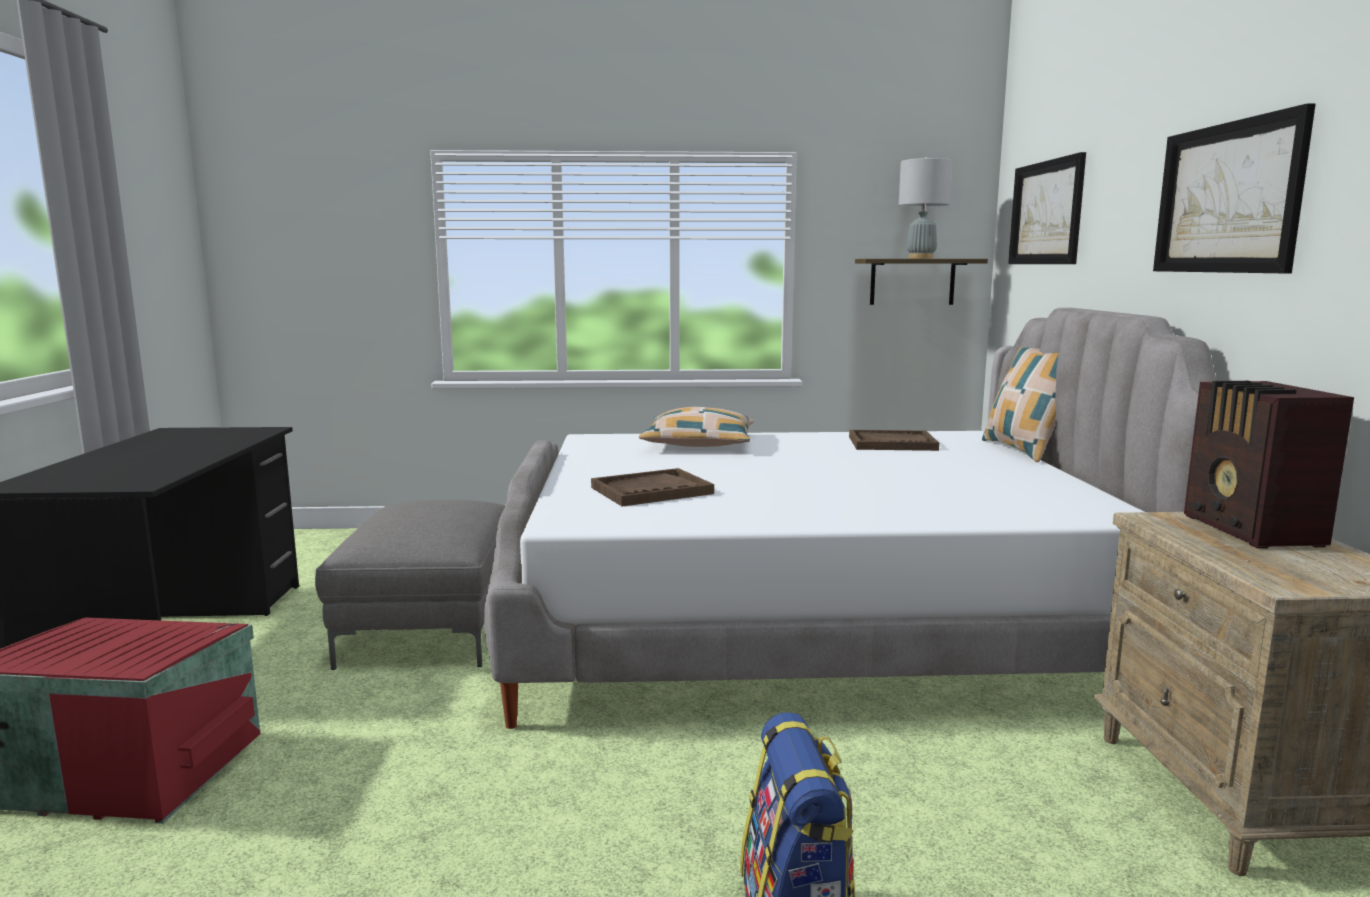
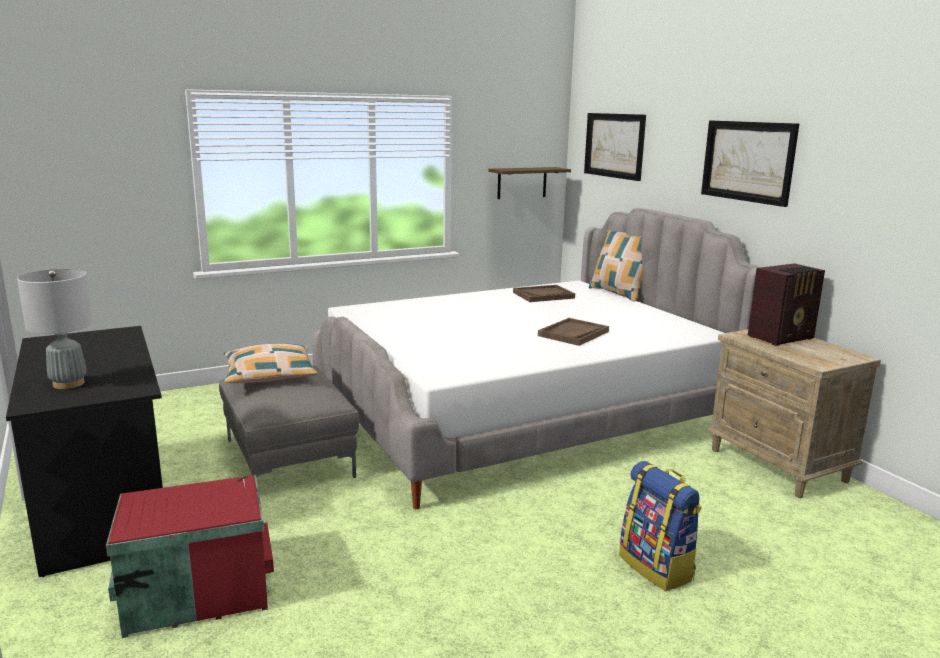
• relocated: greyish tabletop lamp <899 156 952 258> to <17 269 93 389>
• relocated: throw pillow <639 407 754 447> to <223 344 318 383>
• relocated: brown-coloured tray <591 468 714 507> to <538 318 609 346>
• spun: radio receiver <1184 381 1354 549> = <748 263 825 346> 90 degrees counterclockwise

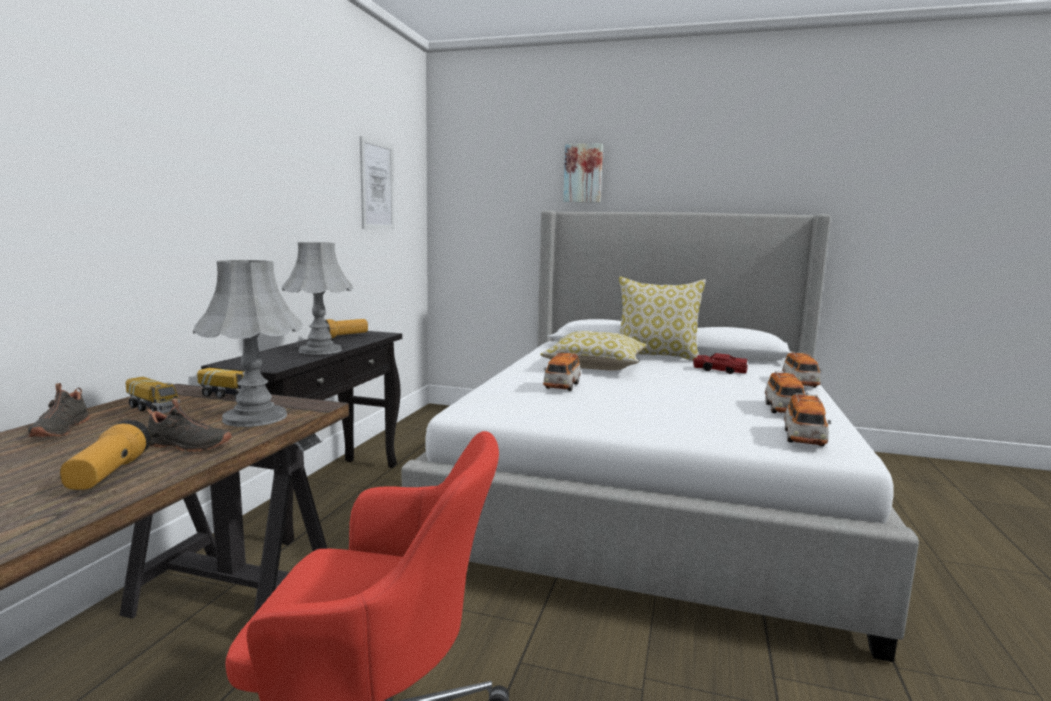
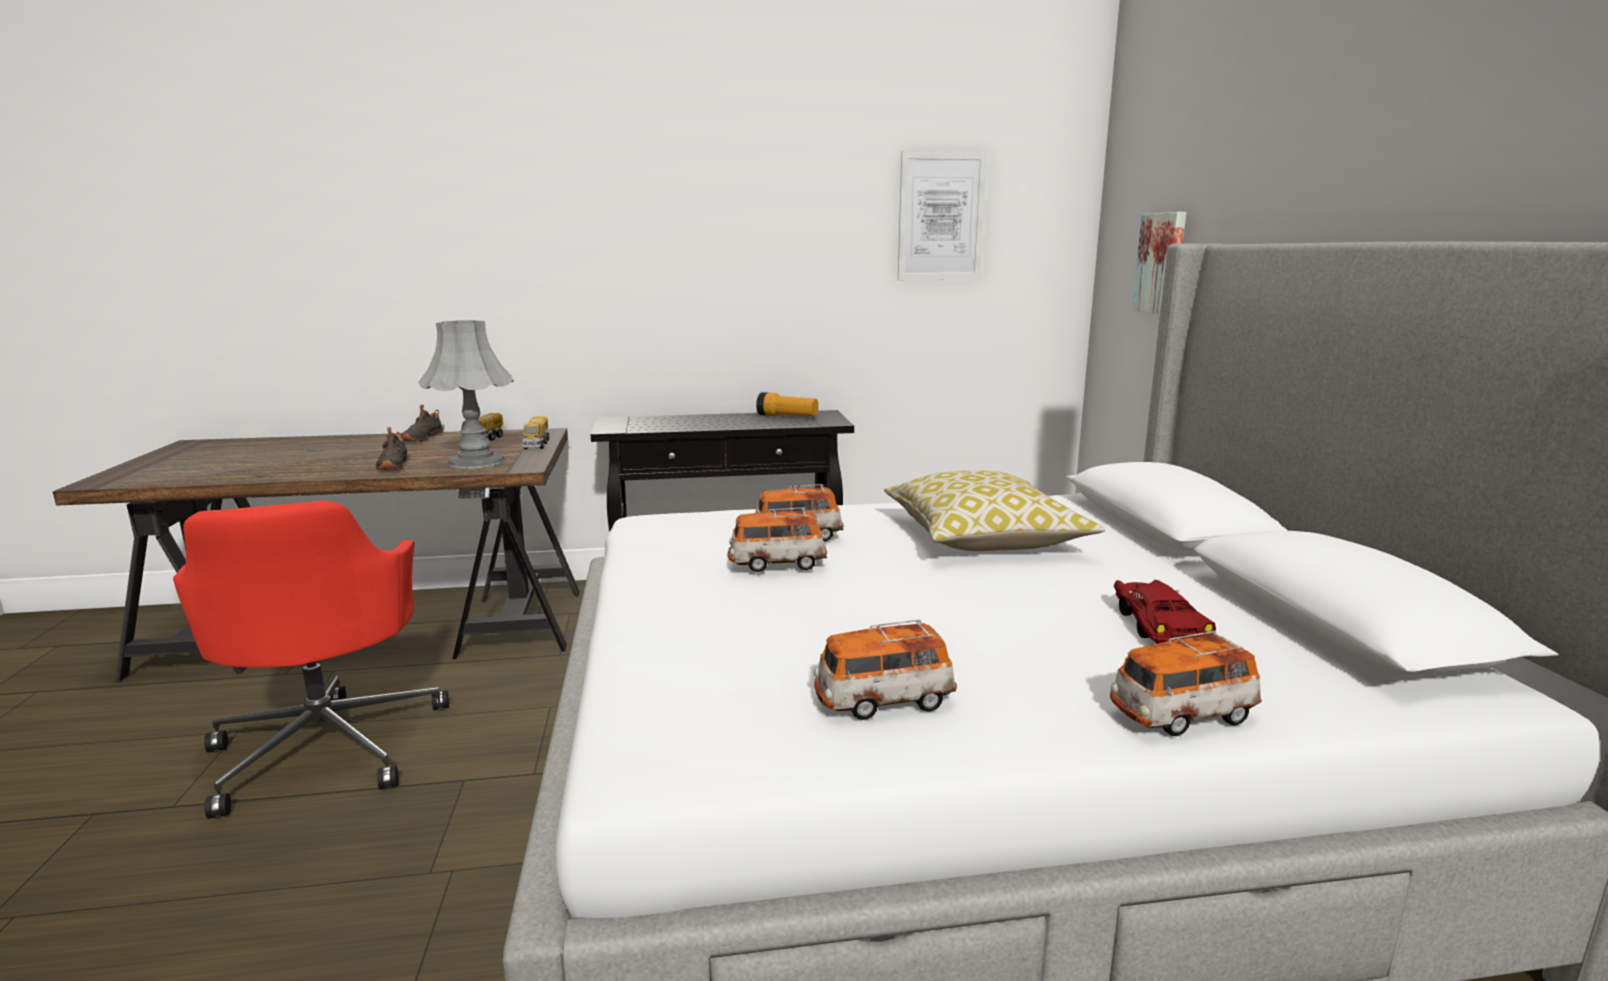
• spun: blackish low shoe <28 383 90 437> = <401 405 444 442> 45 degrees counterclockwise
• relocated: miniature car <784 392 831 446> to <728 507 827 572>
• relocated: picture <563 143 603 202> to <1132 212 1187 314>
• missing: hand torch <60 420 151 490>
• missing: greyish tabletop lamp <282 242 353 355>
• missing: throw pillow <619 277 706 361>

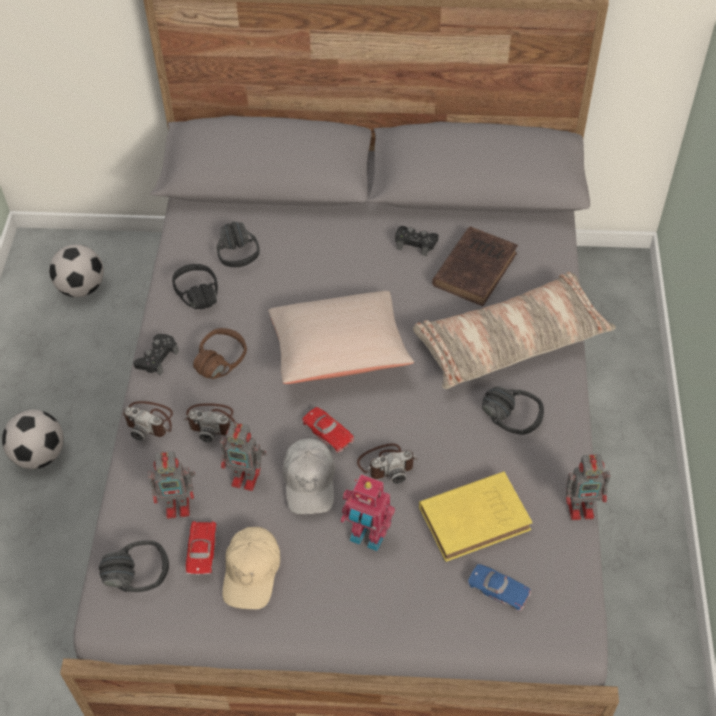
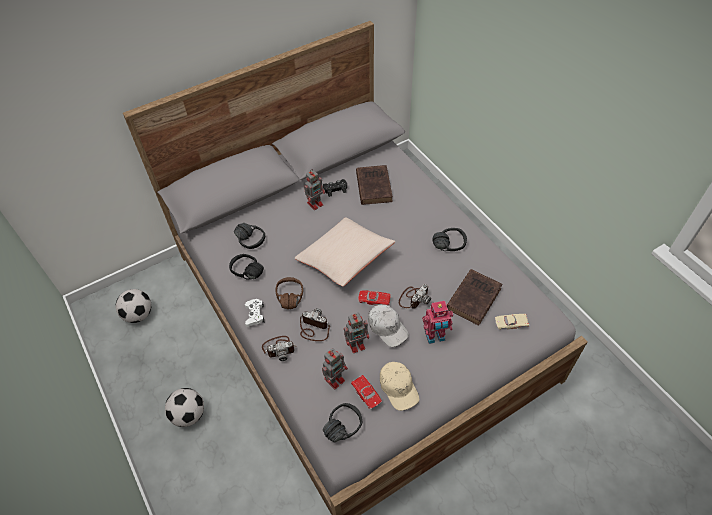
• colour: blackish gamepad <133 334 179 375> to white gamepad <245 299 264 327>
• spun: still camera <184 403 236 442> = <300 308 330 341> 135 degrees counterclockwise
• relocated: toy robot <566 454 610 520> to <304 169 325 210>
• colour: yellow-coloured bound book <419 471 532 562> to brown-coloured bound book <447 269 502 326>
• colour: blue miniature car <468 564 531 611> to beige miniature car <495 314 529 330>
• missing: throw pillow <413 272 616 389>

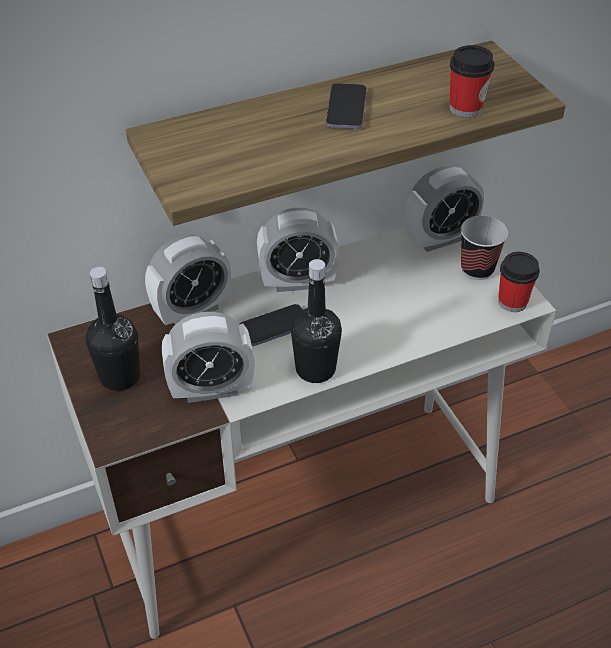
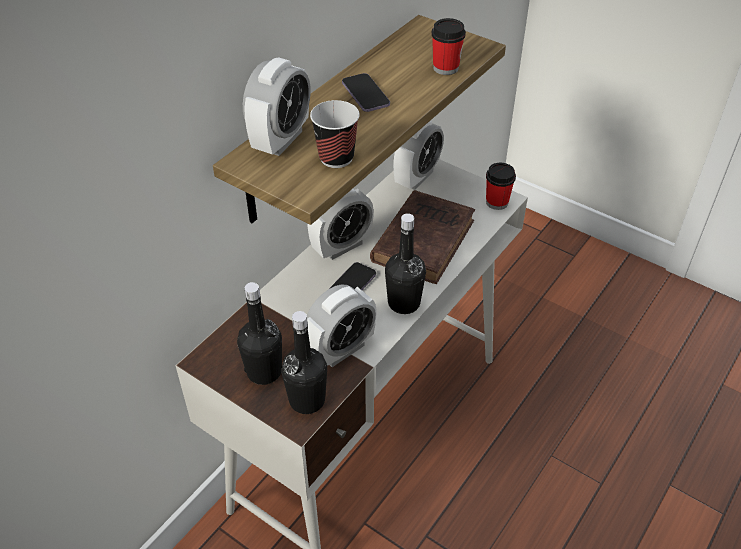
• relocated: table clock <145 235 231 325> to <243 57 311 156>
• appeared: blackish drink bottle <281 311 327 414>
• relocated: drinking cup <461 216 508 280> to <310 100 360 168>
• appeared: brown-coloured bound book <370 190 475 284>

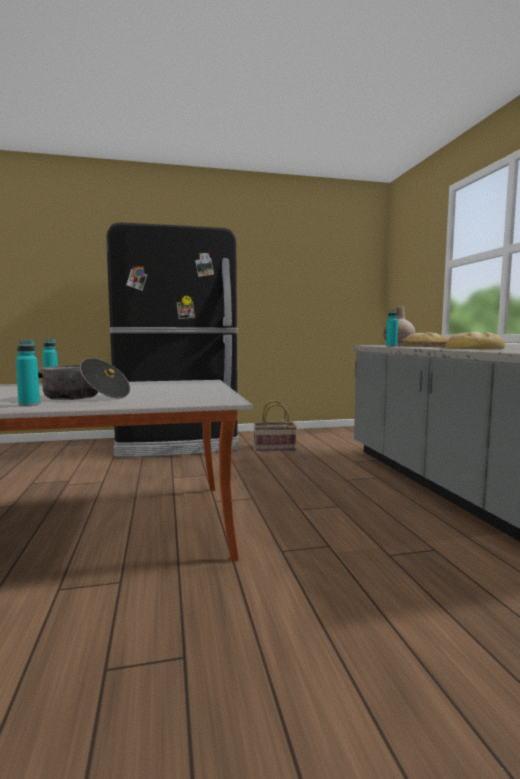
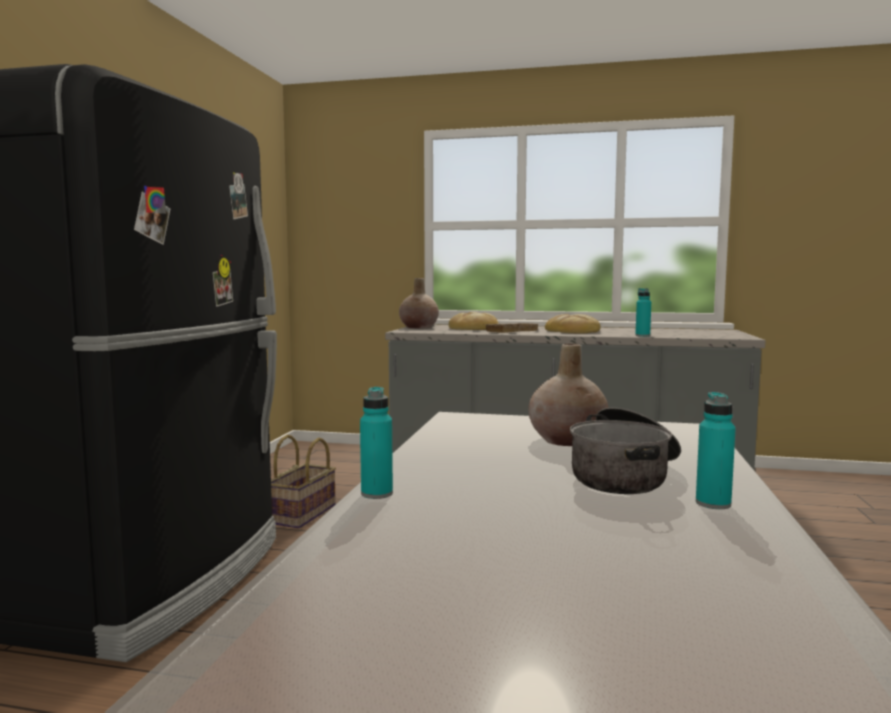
• appeared: beige flower vase <528 344 608 446>
• relocated: blue-green drink bottle <386 310 398 347> to <635 288 651 337>

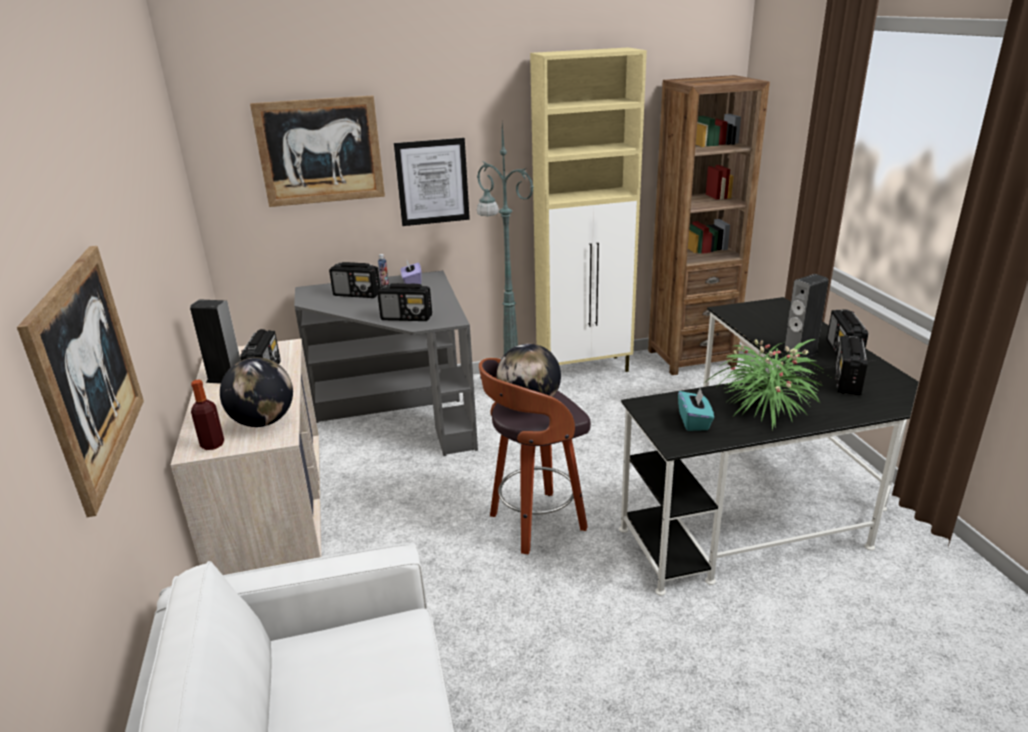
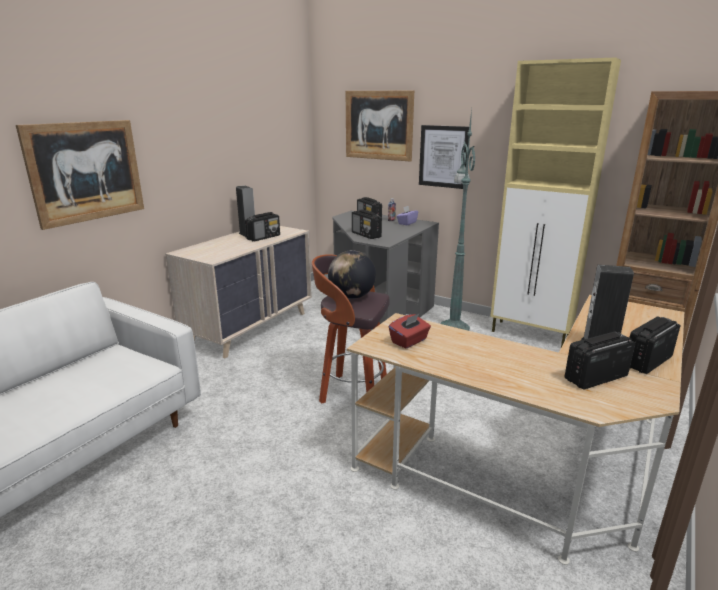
• colour: blackish desk table <619 297 919 596> to beige desk table <347 295 684 565>
• colour: blue-green box of tissues <678 387 714 431> to reddish box of tissues <389 313 431 349>
• missing: drink bottle <191 380 224 450>
• missing: world globe <220 357 293 427>
• missing: potted plant <707 339 830 430>

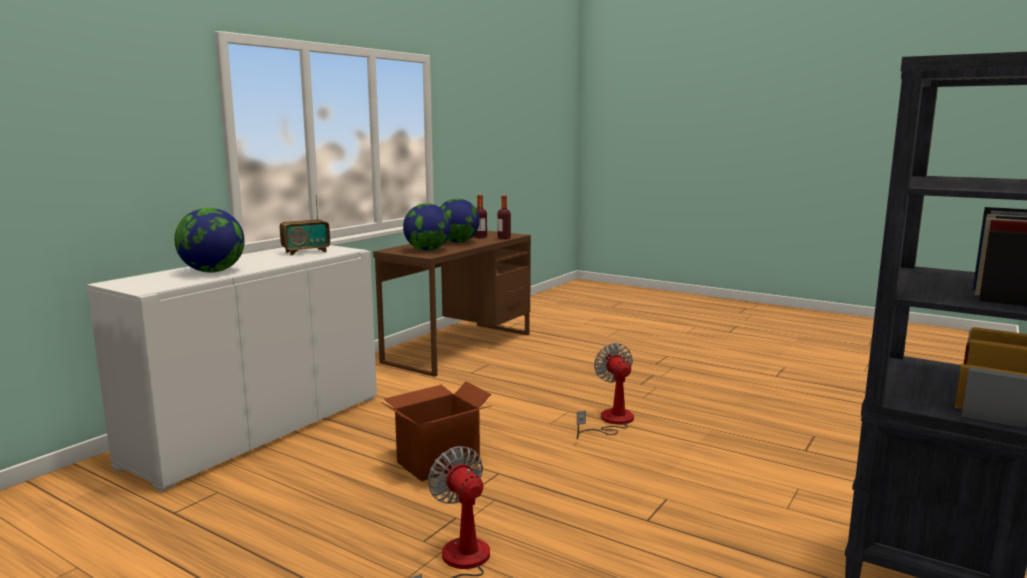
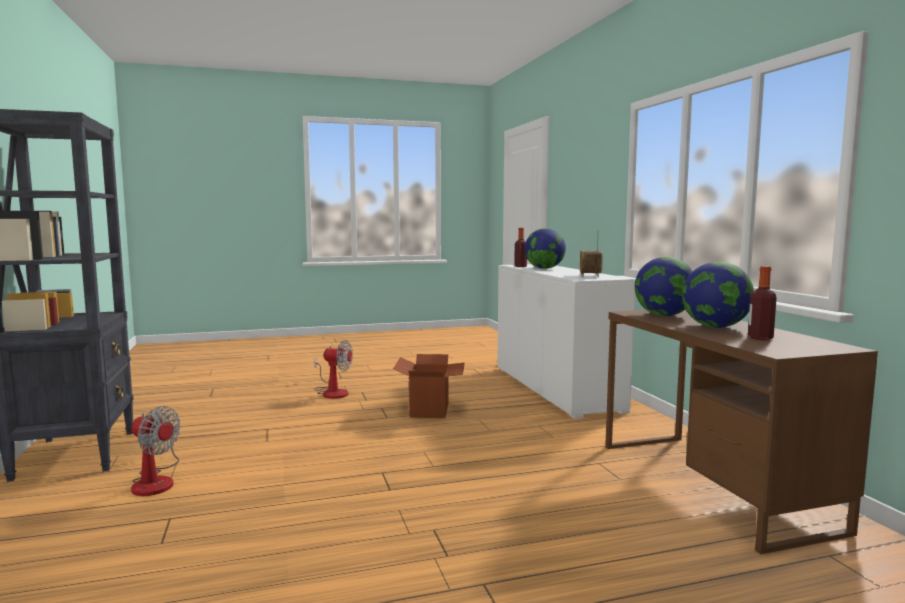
• relocated: electric fan <577 343 634 440> to <131 406 181 496>
• relocated: drink bottle <497 195 511 239> to <514 228 527 267>

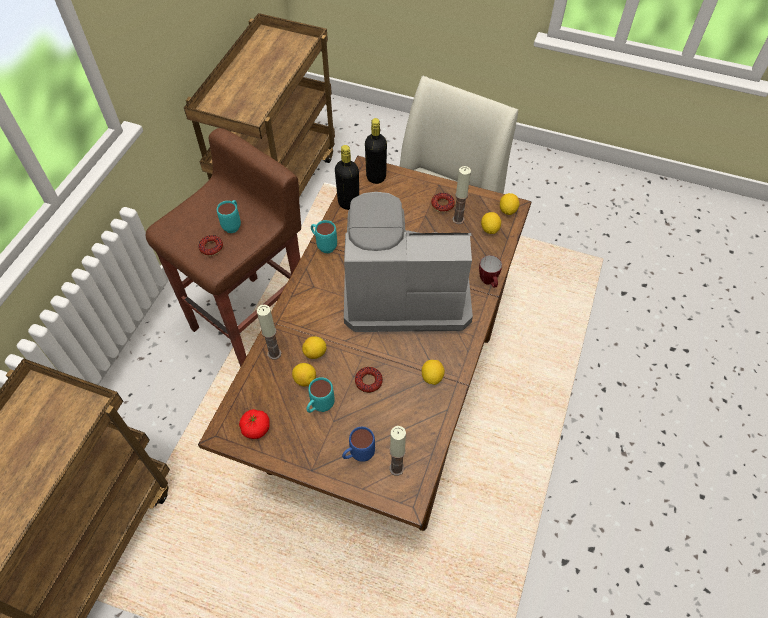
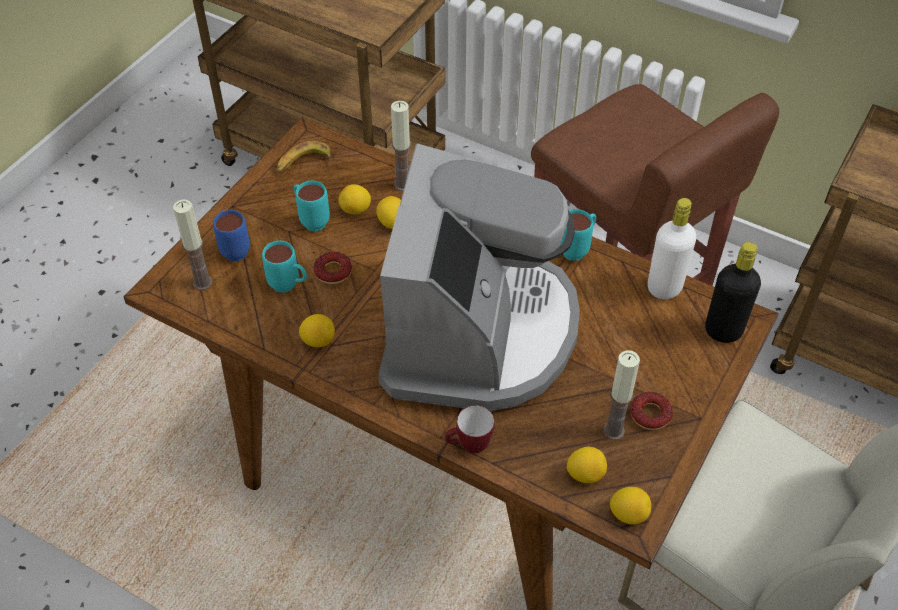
• relocated: blue-green mug <217 200 241 233> to <262 241 307 293>
• exchanged: tomato <239 409 270 439> to whole banana <277 141 332 173>
• colour: blackish drink bottle <335 145 359 210> to white drink bottle <648 198 696 299>
• missing: doughnut <198 235 223 256>

